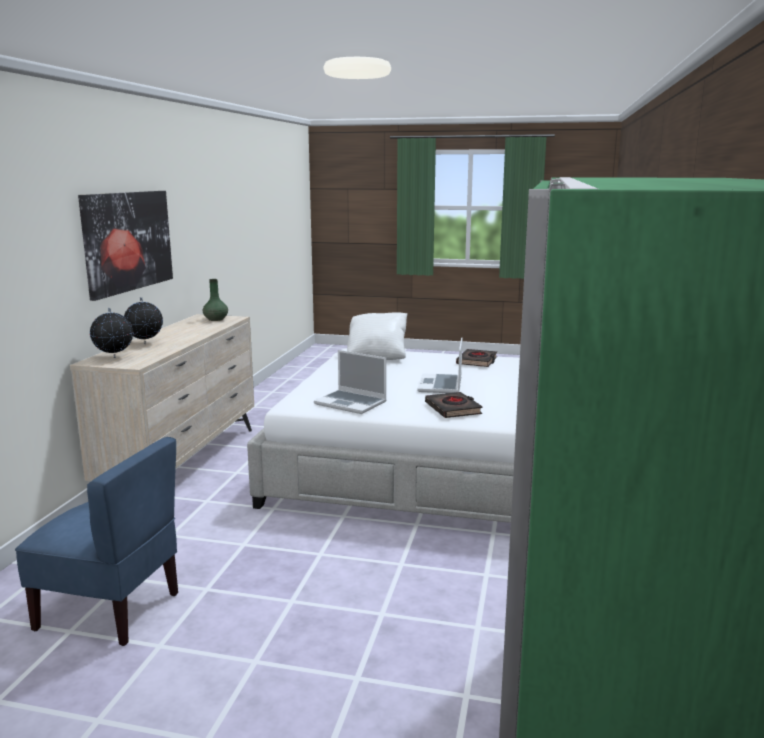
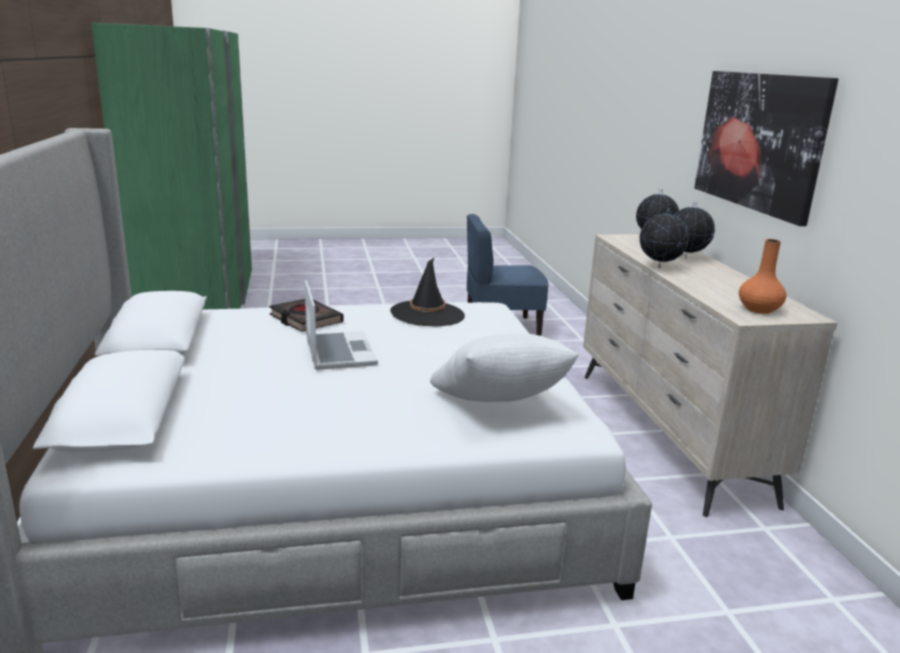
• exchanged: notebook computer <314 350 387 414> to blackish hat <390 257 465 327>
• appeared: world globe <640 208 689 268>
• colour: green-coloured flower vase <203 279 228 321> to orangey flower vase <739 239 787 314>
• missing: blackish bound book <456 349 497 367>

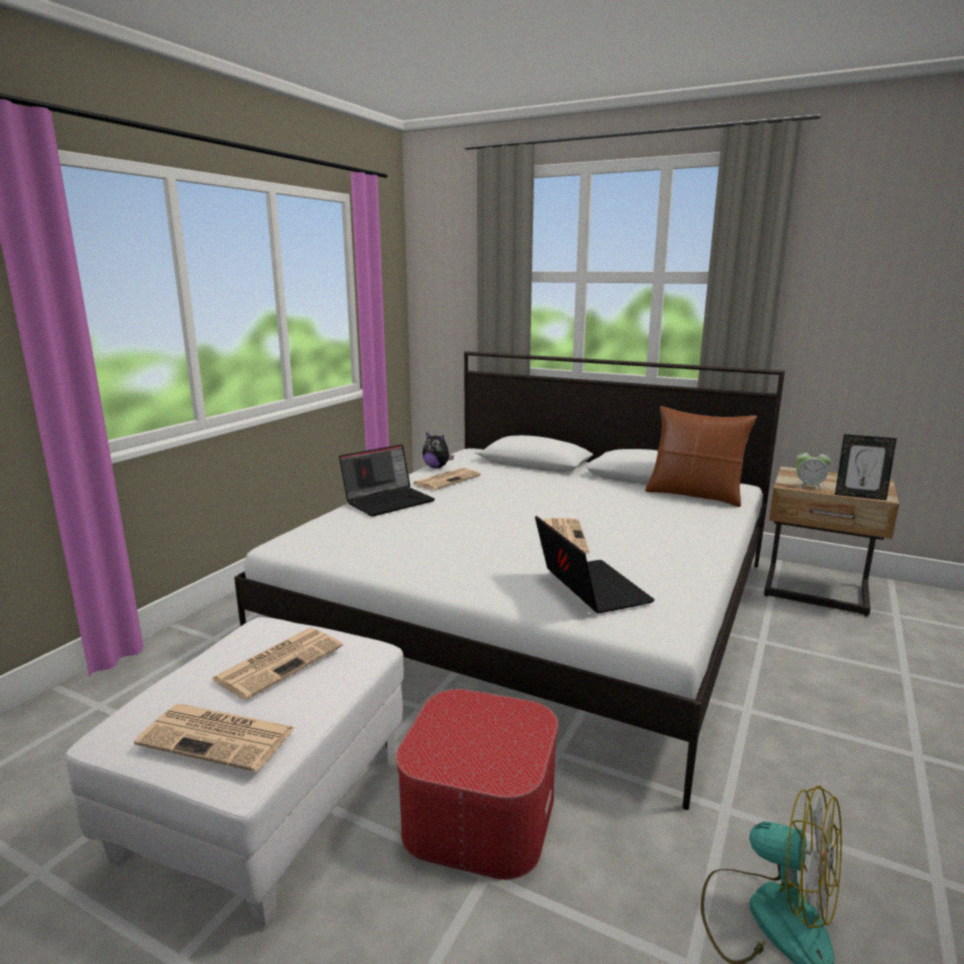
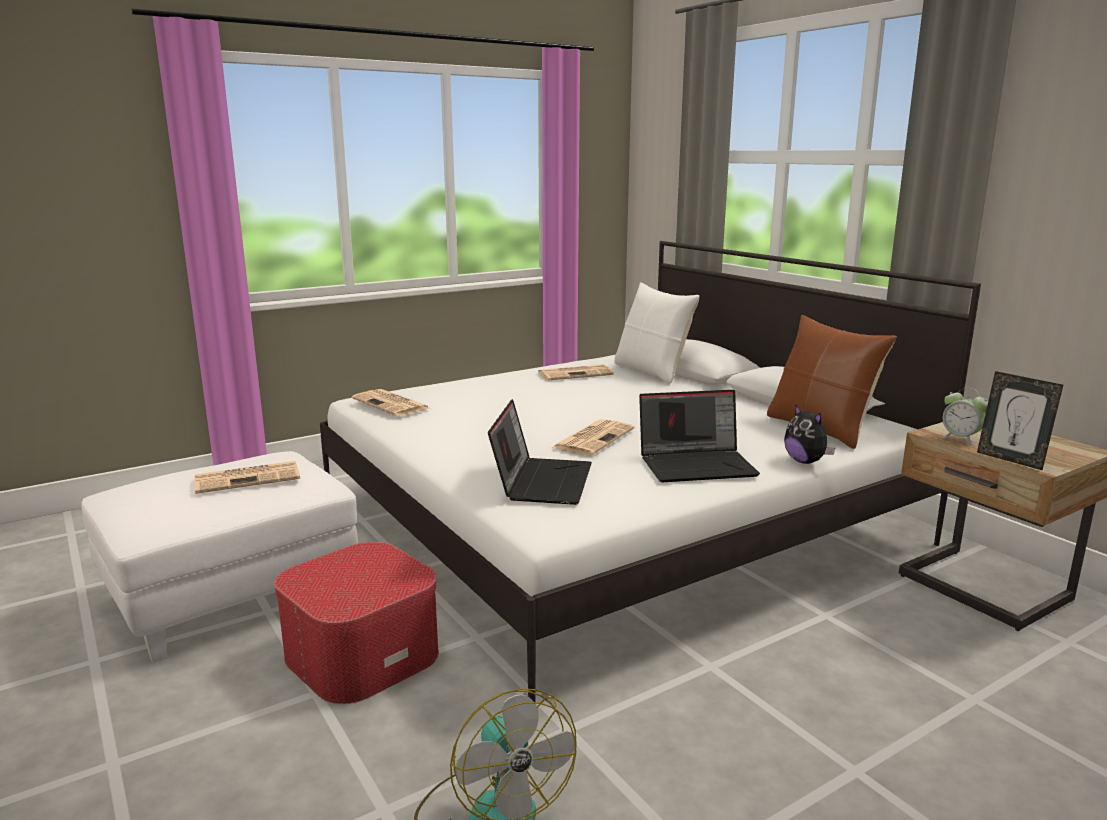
• relocated: daily paper <134 704 295 772> to <352 389 429 416>
• appeared: white throw pillow <614 282 699 384>
• relocated: notebook computer <339 444 435 516> to <639 390 760 482>
• relocated: soft toy <422 432 454 468> to <784 404 835 464>

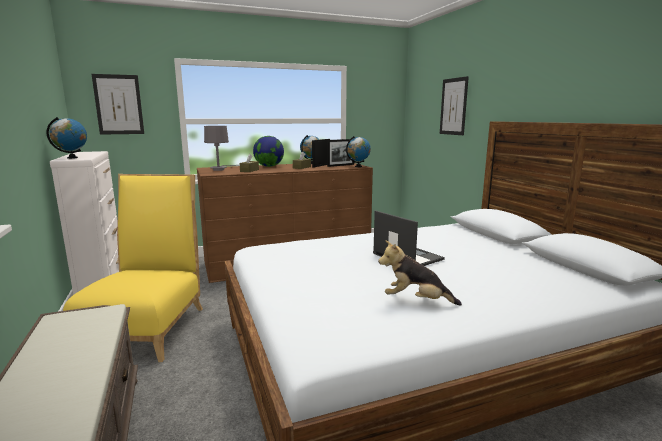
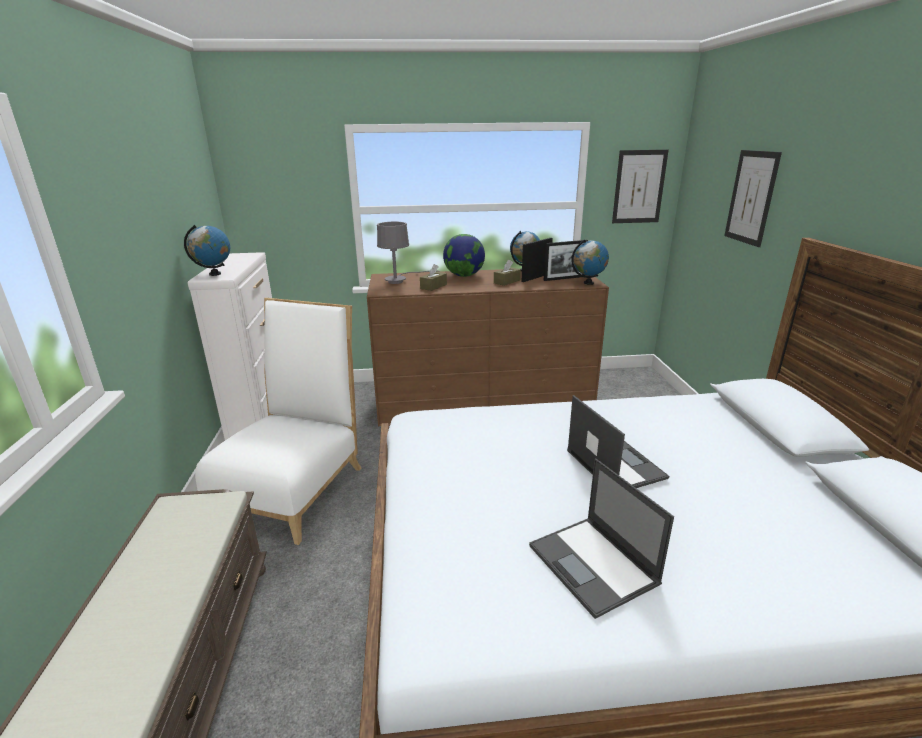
• colour: yellow-coloured chair <63 174 203 362> to white chair <195 298 361 545>
• exchanged: soft toy <378 240 462 306> to notebook computer <529 458 674 619>
• relocated: picture <92 74 144 135> to <612 150 669 223>

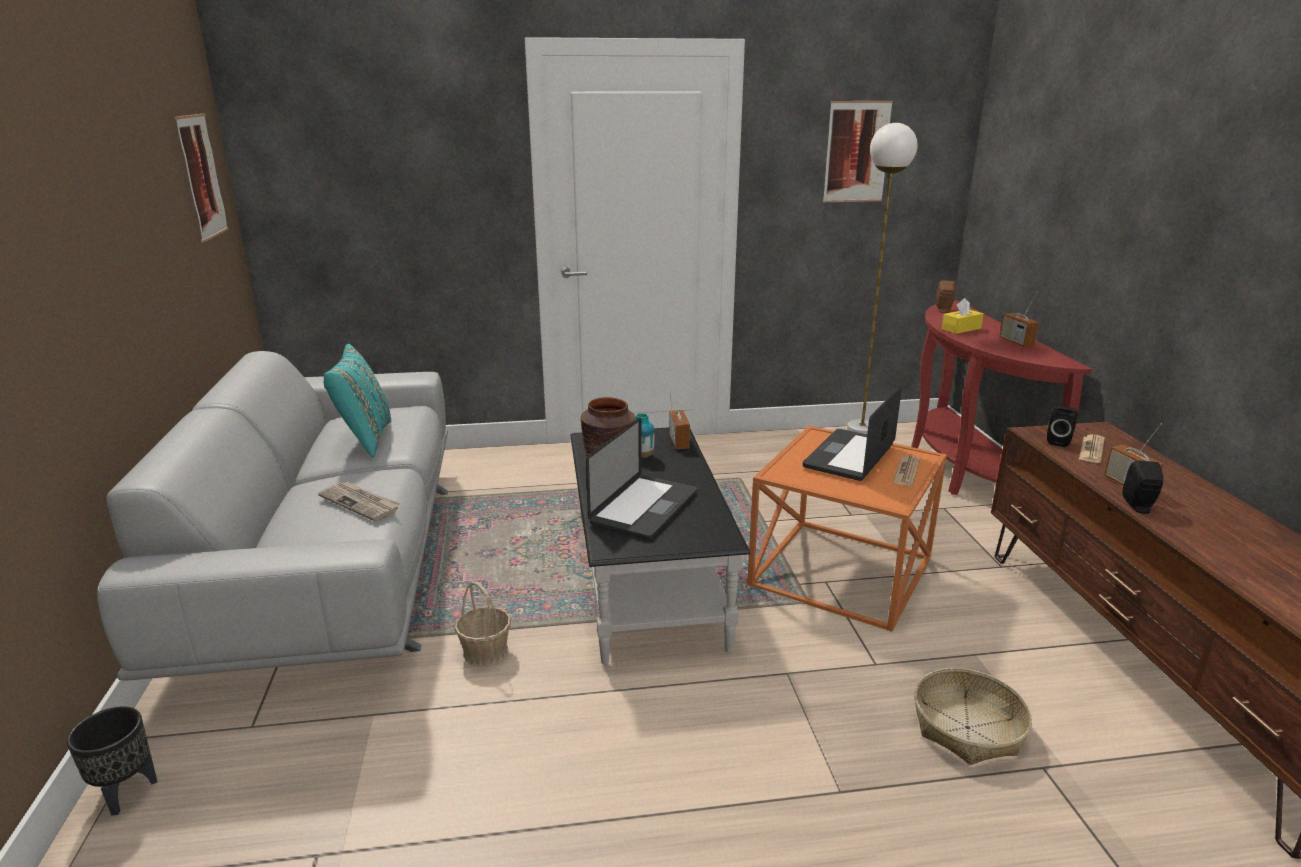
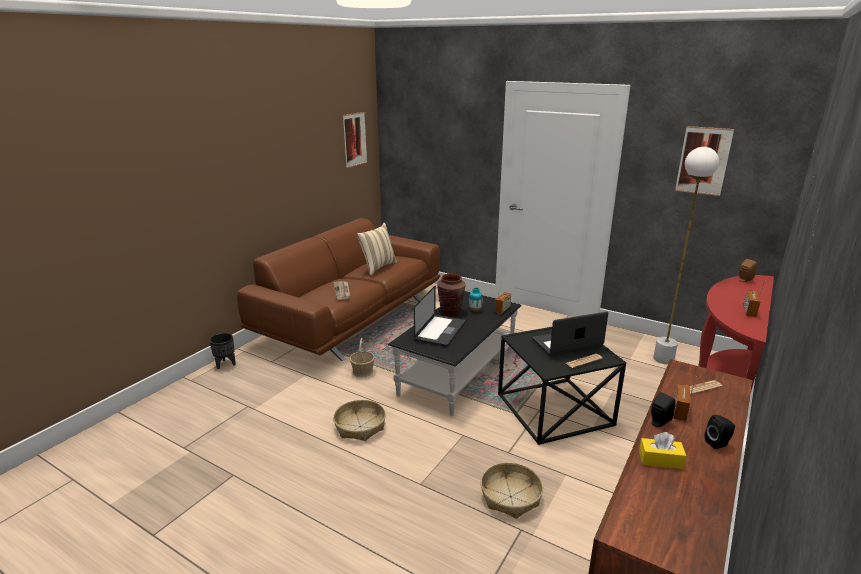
• colour: greyish settee <97 351 448 681> to brown-coloured settee <237 218 440 361>
• appeared: household basket <333 400 386 441>
• colour: blue-green throw pillow <323 344 391 457> to beige throw pillow <357 223 397 275>
• spun: notebook computer <586 418 697 540> = <414 286 465 347> 45 degrees counterclockwise
• colour: orangey end table <747 426 947 632> to blackish end table <498 327 626 445>
• relocated: yellow-coloured box of tissues <942 298 984 334> to <639 432 686 469>
• relocated: blackish speaker <1047 406 1078 447> to <705 415 735 449>

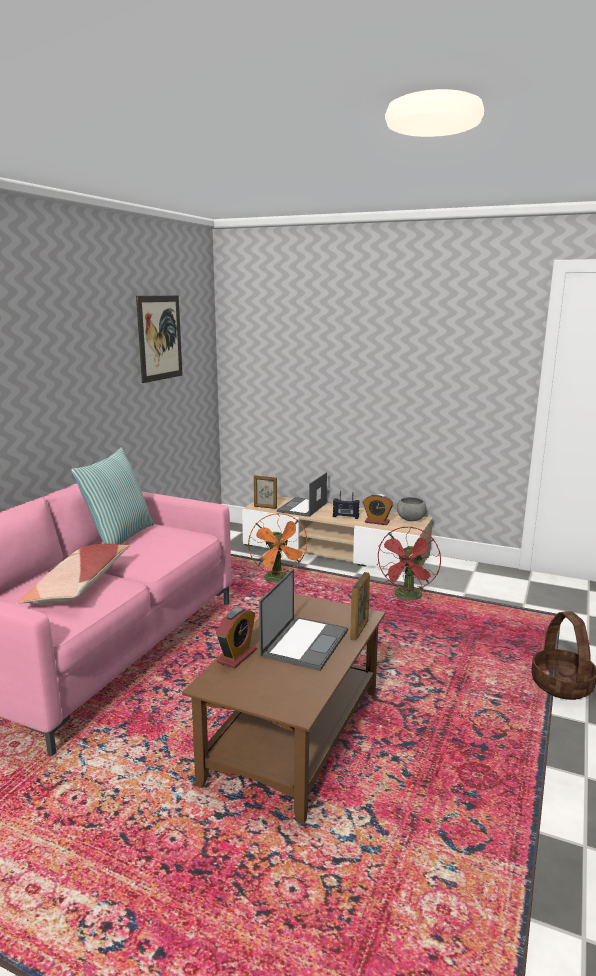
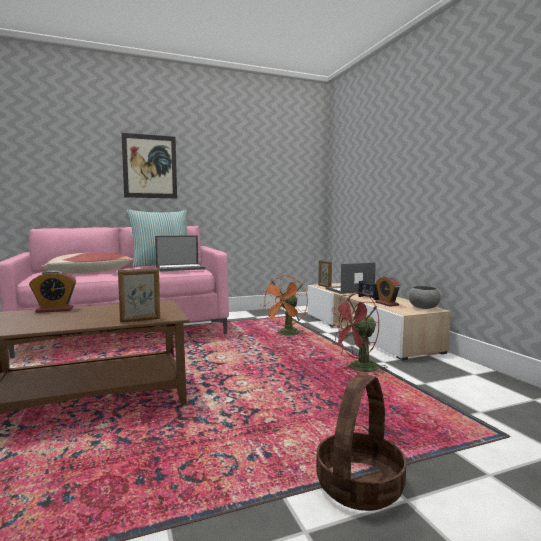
• relocated: picture <136 296 183 383> to <121 133 177 198>
• relocated: notebook computer <259 569 348 671> to <155 235 206 271>

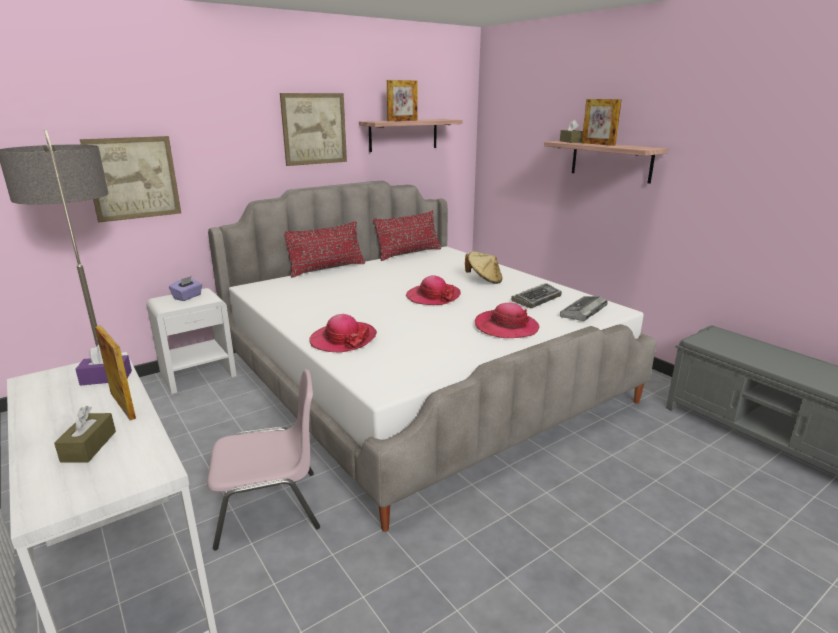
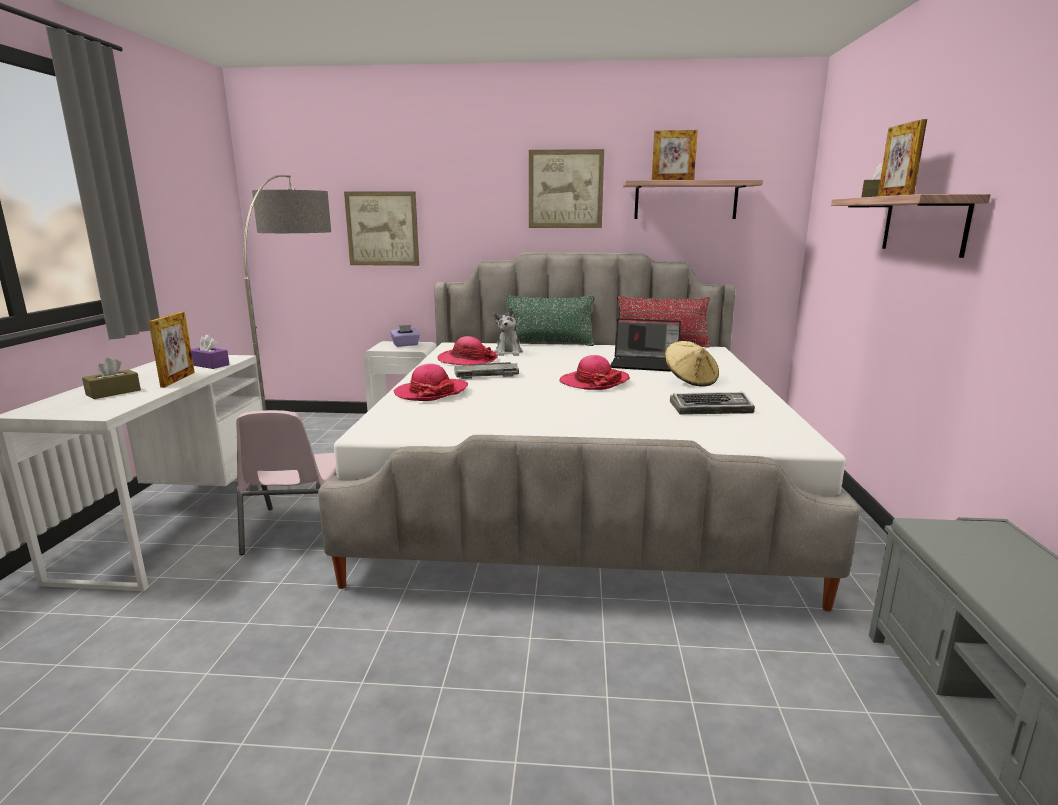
• spun: pink chair <207 369 320 550> = <236 410 337 555> 60 degrees clockwise
• relocated: hat <475 303 539 338> to <437 336 498 365>
• relocated: computer keyboard <560 296 608 321> to <454 362 519 379>
• appeared: soft toy <493 308 523 356>
• colour: reddish throw pillow <284 221 365 278> to green-coloured throw pillow <505 295 595 346>
• appeared: notebook computer <610 318 681 372>

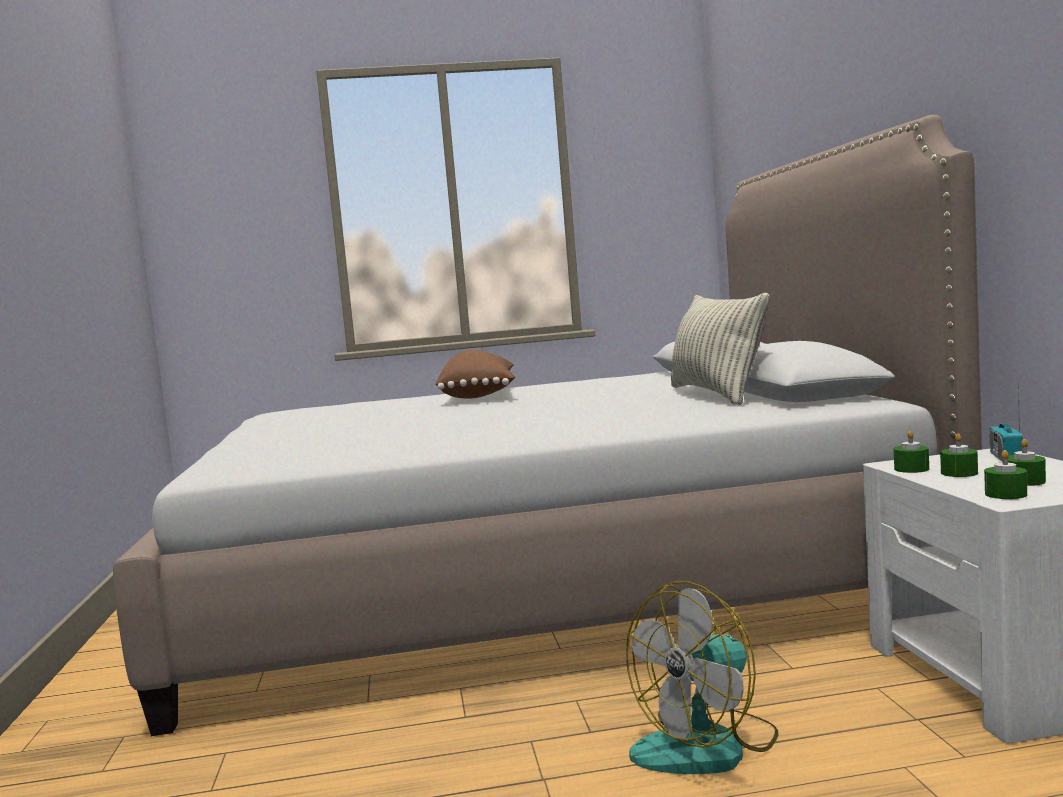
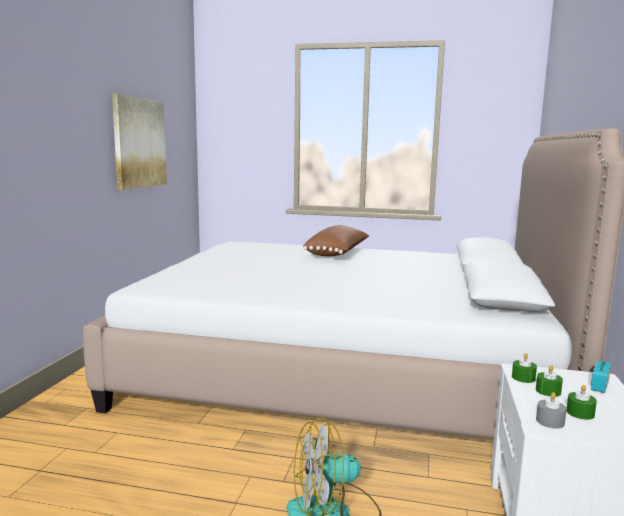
• appeared: picture <112 94 167 190>
• colour: green-coloured wax candle <984 450 1027 499> to greyish wax candle <536 392 567 429>
• missing: throw pillow <671 293 770 405>

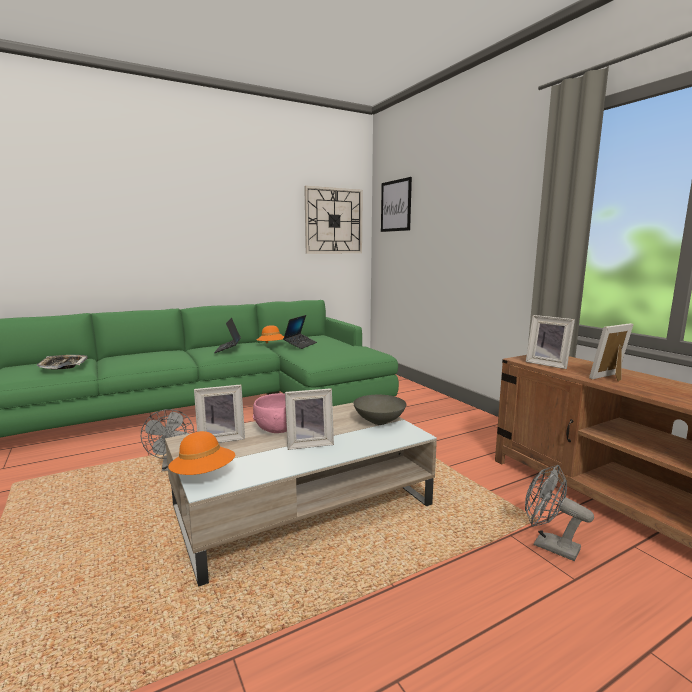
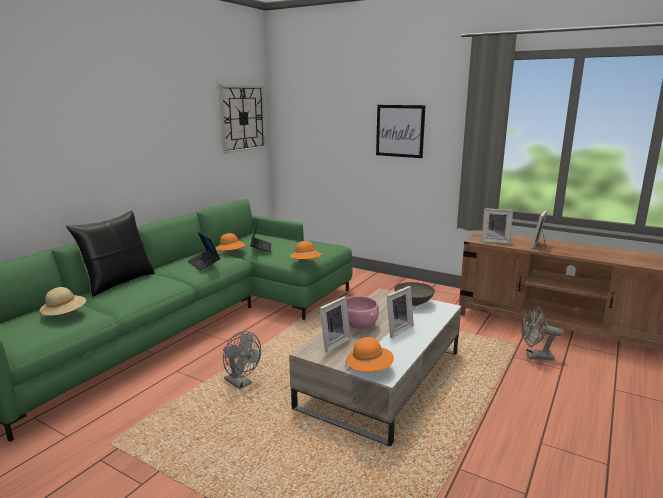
• exchanged: tray <37 355 88 369> to beige hat <40 287 86 320>
• appeared: blackish throw pillow <66 211 155 297>
• appeared: orangey hat <290 241 322 259>
• relocated: picture <381 177 412 232> to <376 105 426 158>

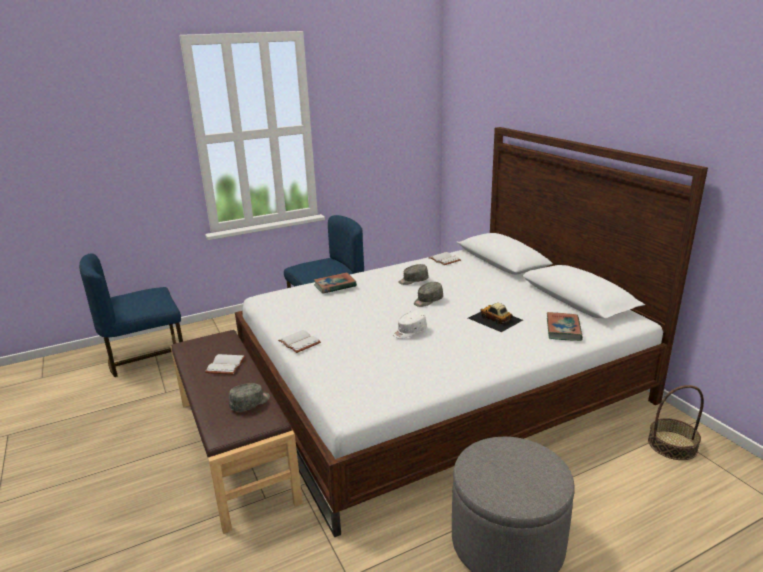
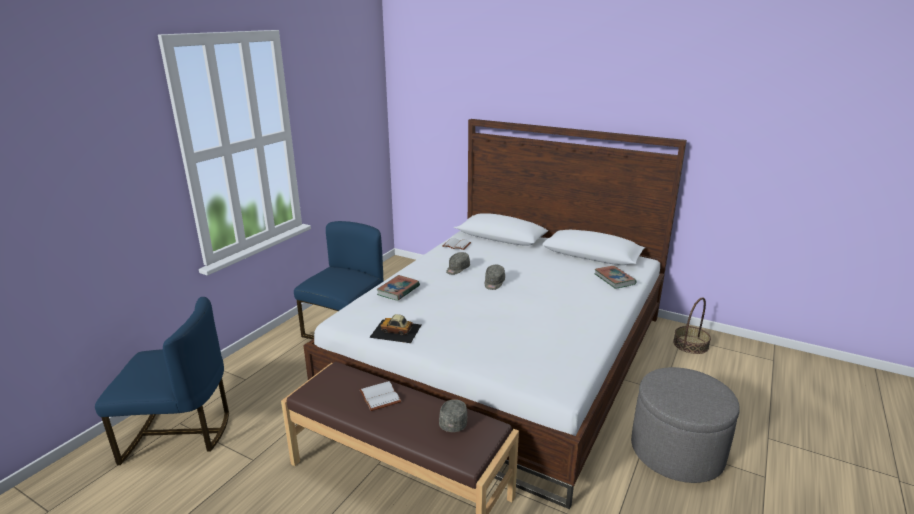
• spun: blue chair <79 253 183 377> = <95 297 229 465> 120 degrees counterclockwise
• relocated: miniature car <468 303 523 332> to <369 314 421 343>
• missing: white bound book <278 330 321 353>
• missing: white peaked cap <393 310 427 338>

